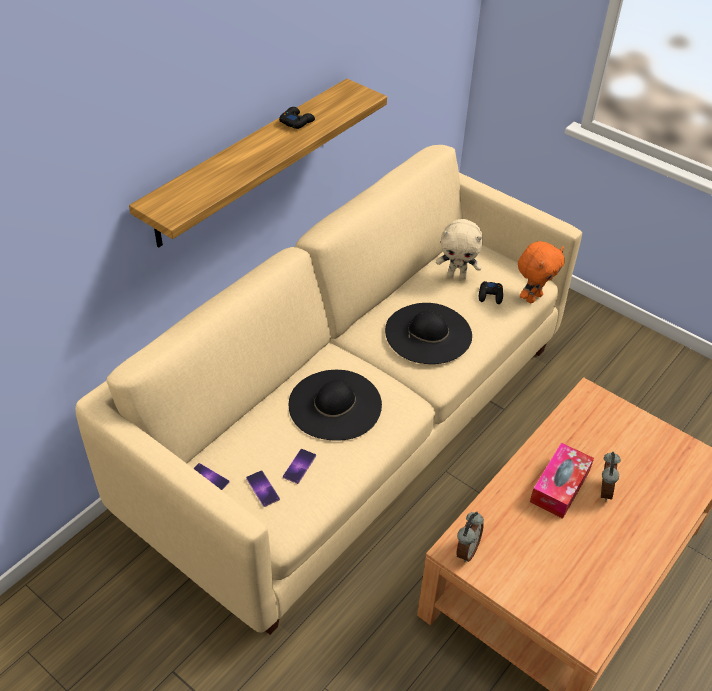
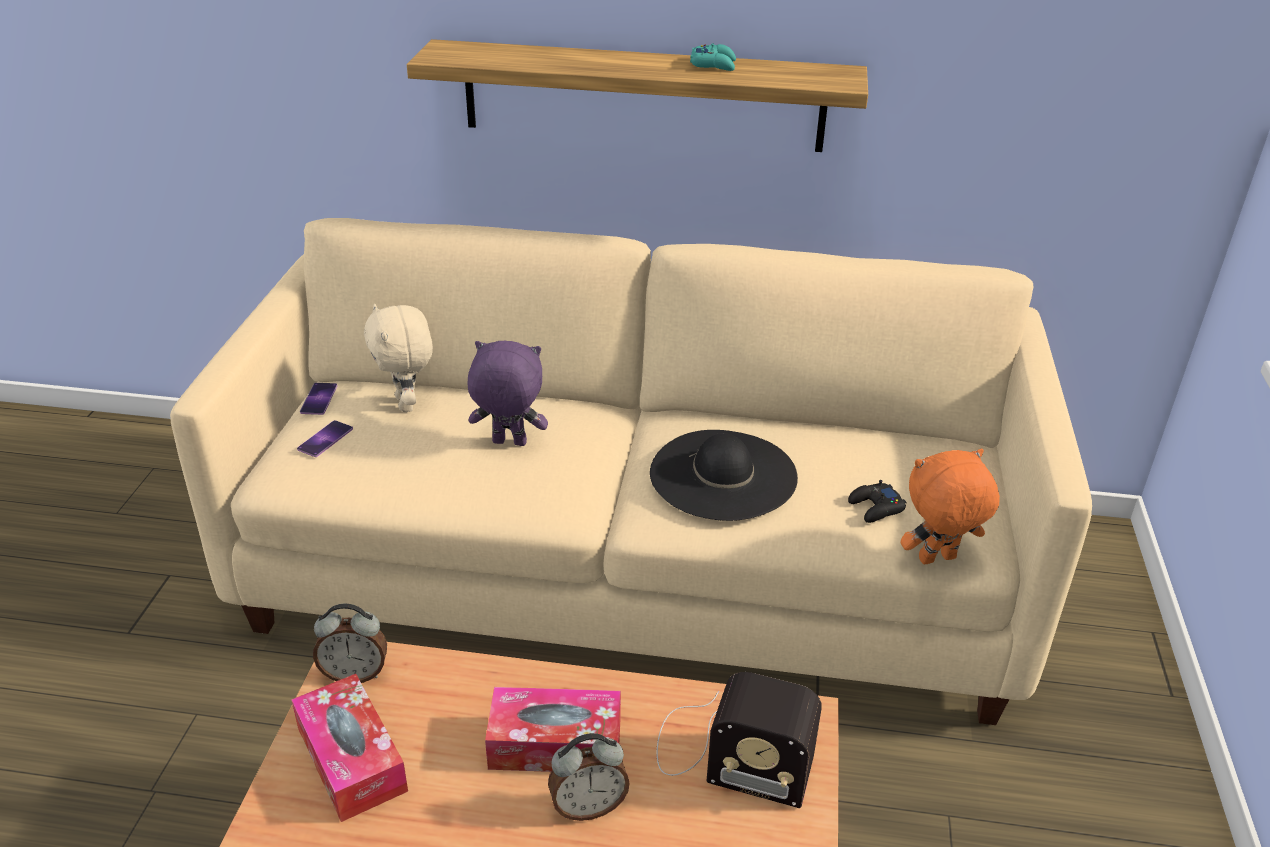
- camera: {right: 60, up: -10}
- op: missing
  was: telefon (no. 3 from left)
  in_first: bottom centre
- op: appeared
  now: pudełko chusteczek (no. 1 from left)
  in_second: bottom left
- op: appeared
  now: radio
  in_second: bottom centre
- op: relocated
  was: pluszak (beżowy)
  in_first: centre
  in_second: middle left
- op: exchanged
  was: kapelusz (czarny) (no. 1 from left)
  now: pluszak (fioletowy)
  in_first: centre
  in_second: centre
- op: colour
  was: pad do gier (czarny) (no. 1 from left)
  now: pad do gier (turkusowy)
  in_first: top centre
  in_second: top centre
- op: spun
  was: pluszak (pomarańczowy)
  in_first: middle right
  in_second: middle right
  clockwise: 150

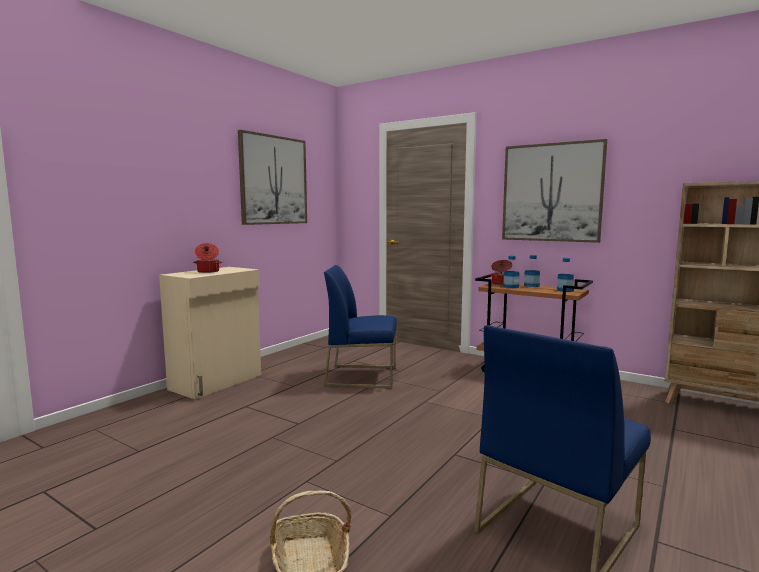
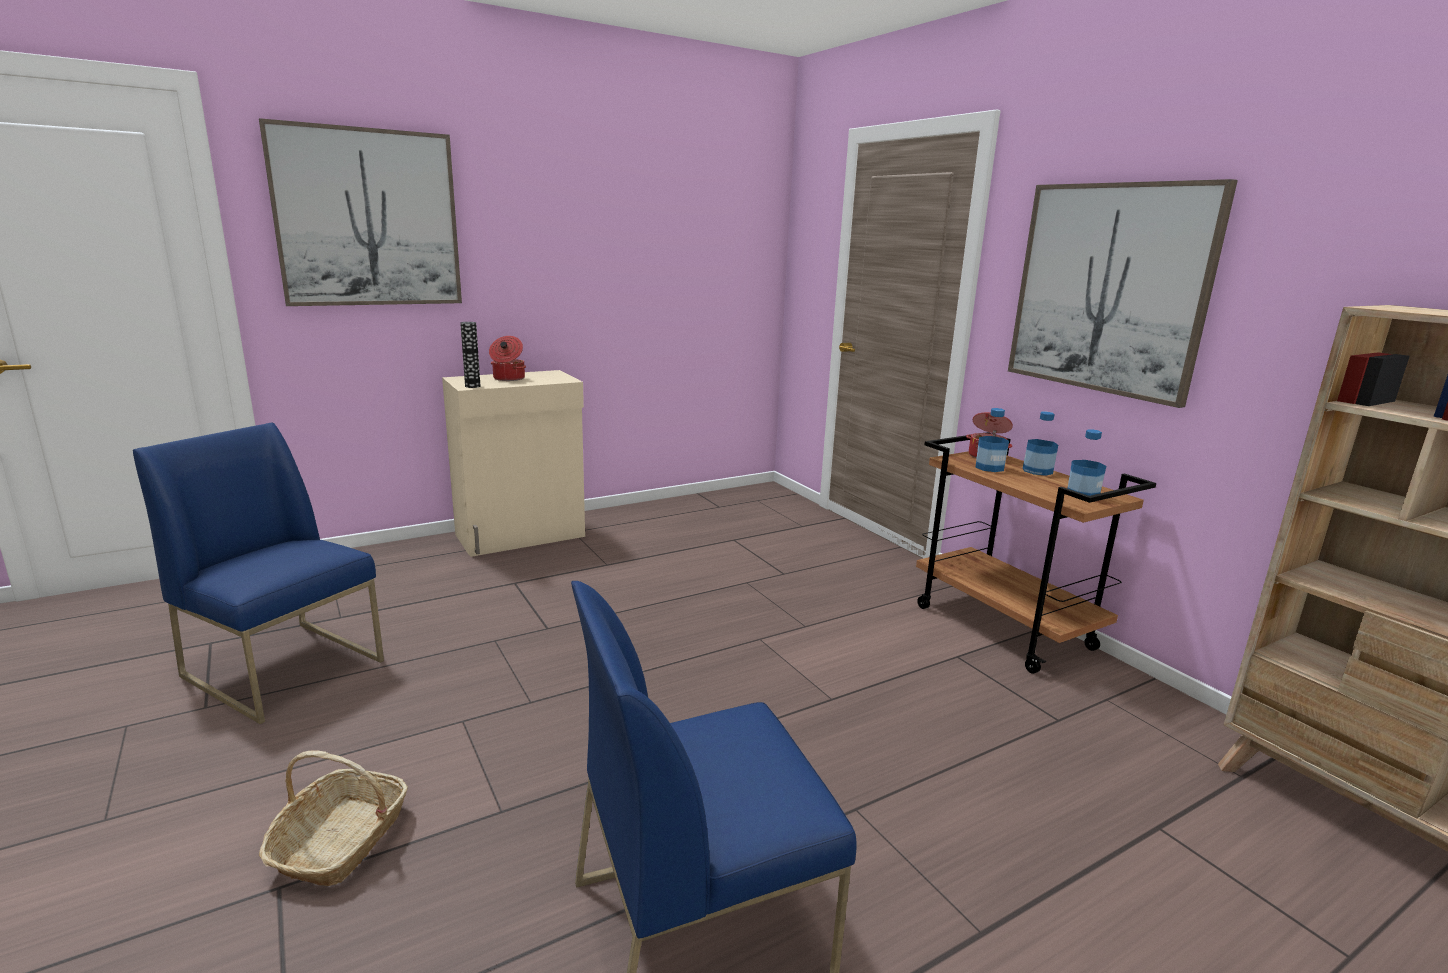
- camera: {right: 25, up: 10}
- op: appeared
  now: wazon
  in_second: middle left
- op: relocated
  was: obraz (no. 1 from left)
  in_first: top centre
  in_second: top left
- op: relocated
  was: krzesło (niebieski) (no. 1 from left)
  in_first: centre
  in_second: middle left

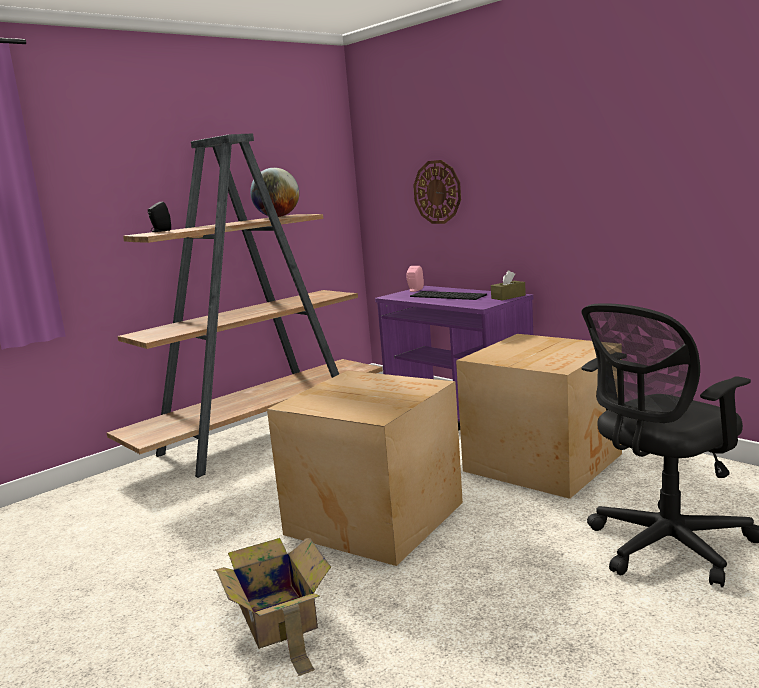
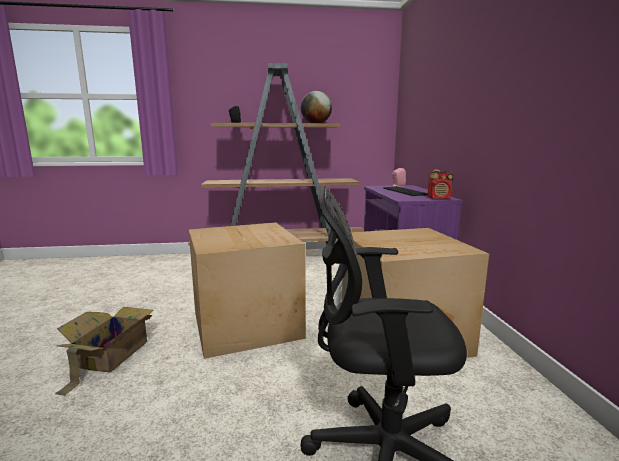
- camera: {right: 35, up: 0}
- op: missing
  was: zegar ścienny
  in_first: top centre
- op: exchanged
  was: pudełko chusteczek (brązowy)
  now: radio
  in_first: middle right
  in_second: middle right

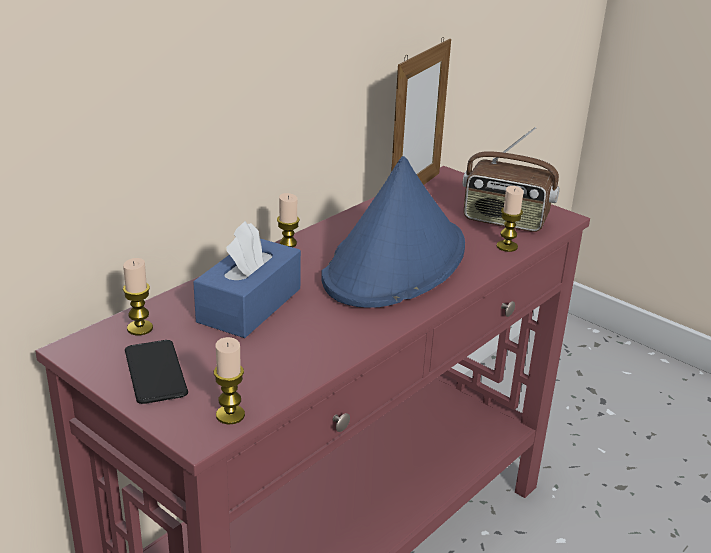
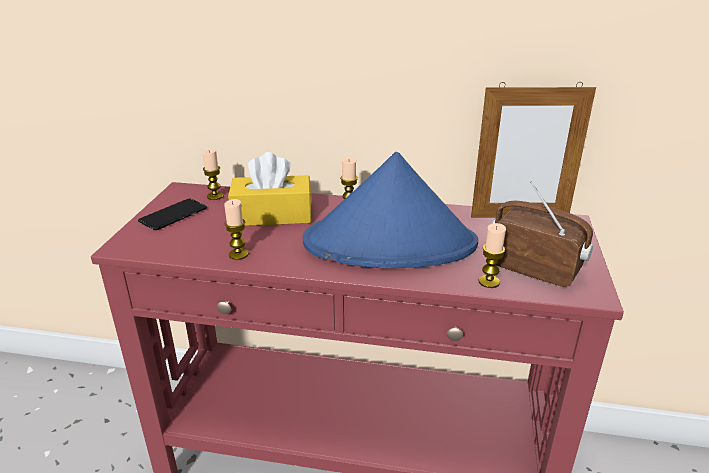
- camera: {right: 60, up: 0}
- op: relocated
  was: świeca (no. 2 from left)
  in_first: bottom left
  in_second: middle left
- op: colour
  was: pudełko chusteczek (niebieski)
  now: pudełko chusteczek (żółty)
  in_first: centre
  in_second: centre
- op: spun
  was: radio
  in_first: top right
  in_second: middle right
  clockwise: 135

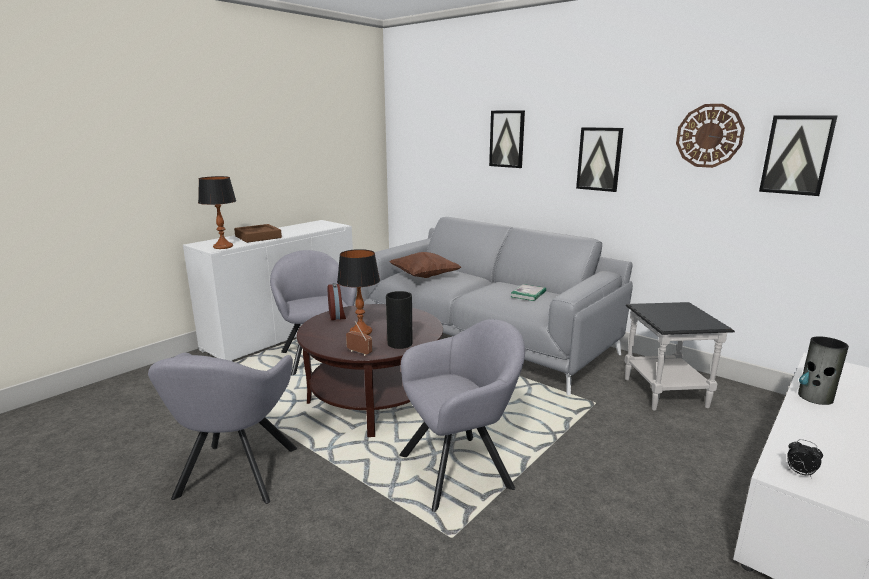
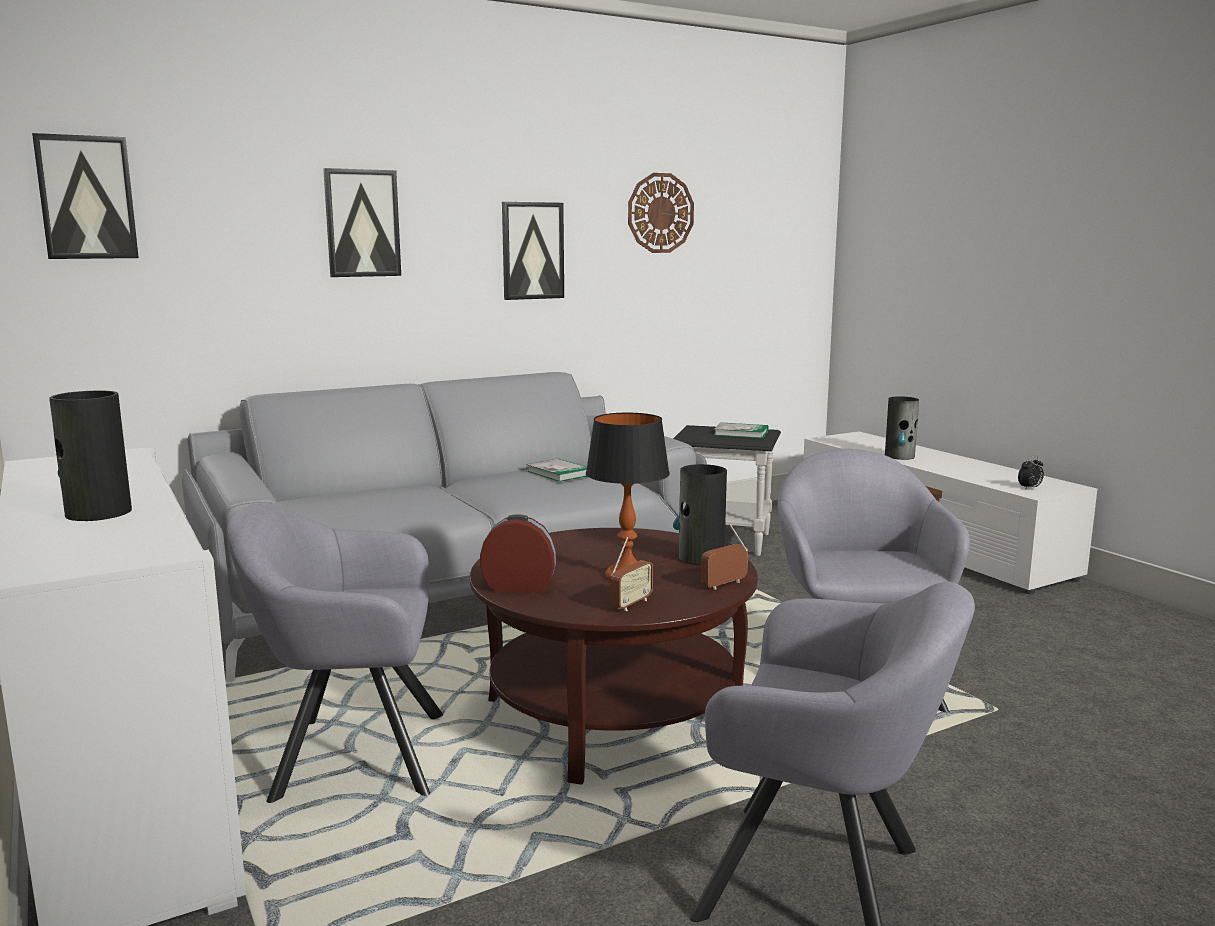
- camera: {right: -70, up: -5}
- op: missing
  was: lampa stołowa (no. 1 from left)
  in_first: middle left
- op: missing
  was: poduszka (brązowy)
  in_first: centre
- op: appeared
  now: radio (no. 1 from left)
  in_second: centre
- op: appeared
  now: książka (no. 2 from left)
  in_second: centre
- op: relocated
  was: obraz (no. 3 from left in the first image)
  now: obraz (no. 1 from left)
  in_first: top right
  in_second: top left
- op: exchanged
  was: taca (brązowy)
  now: wazon (no. 1 from left)
  in_first: middle left
  in_second: middle left

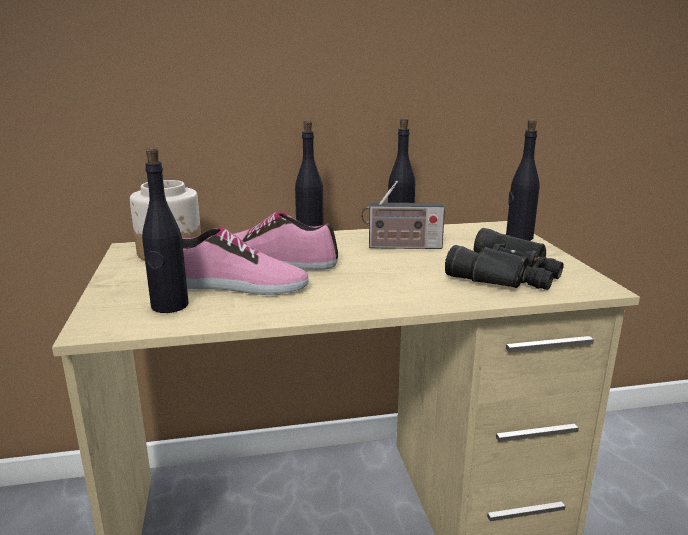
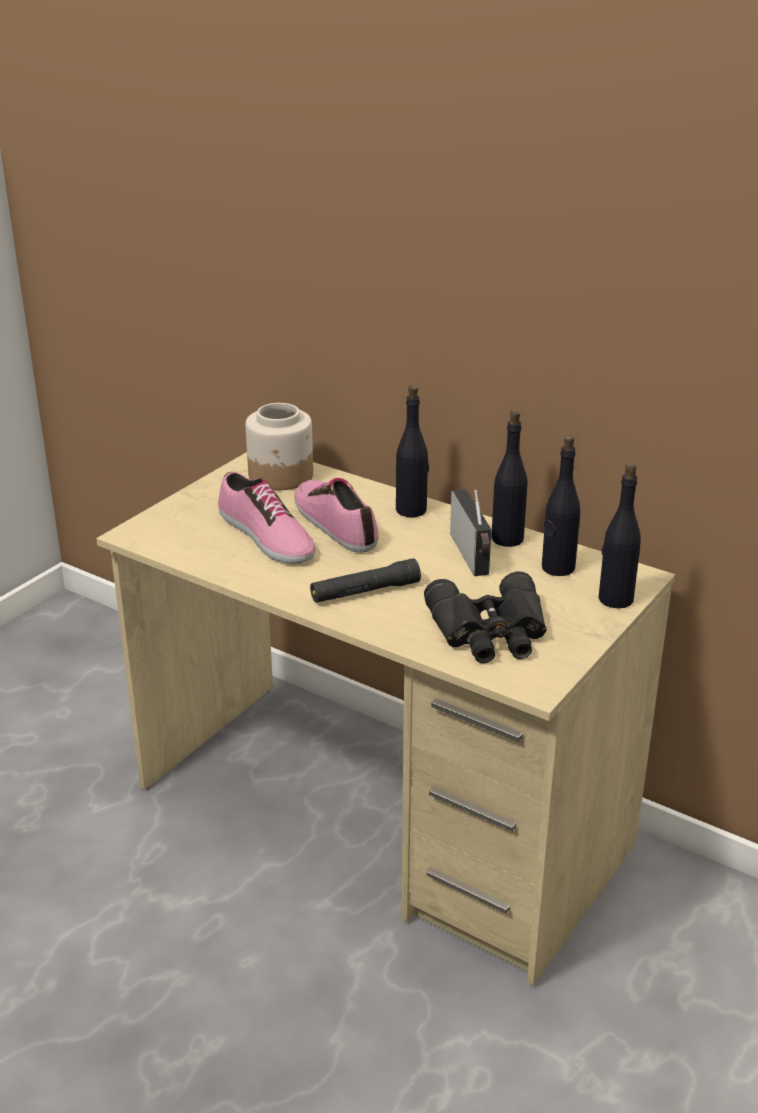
- camera: {right: 45, up: 10}
- op: appeared
  now: latarka (czarny)
  in_second: centre
- op: relocated
  was: butelka (czarny) (no. 1 from left in the first image)
  now: butelka (czarny) (no. 3 from left)
  in_first: middle left
  in_second: middle right
- op: spun
  was: radio
  in_first: centre
  in_second: centre
  clockwise: -150

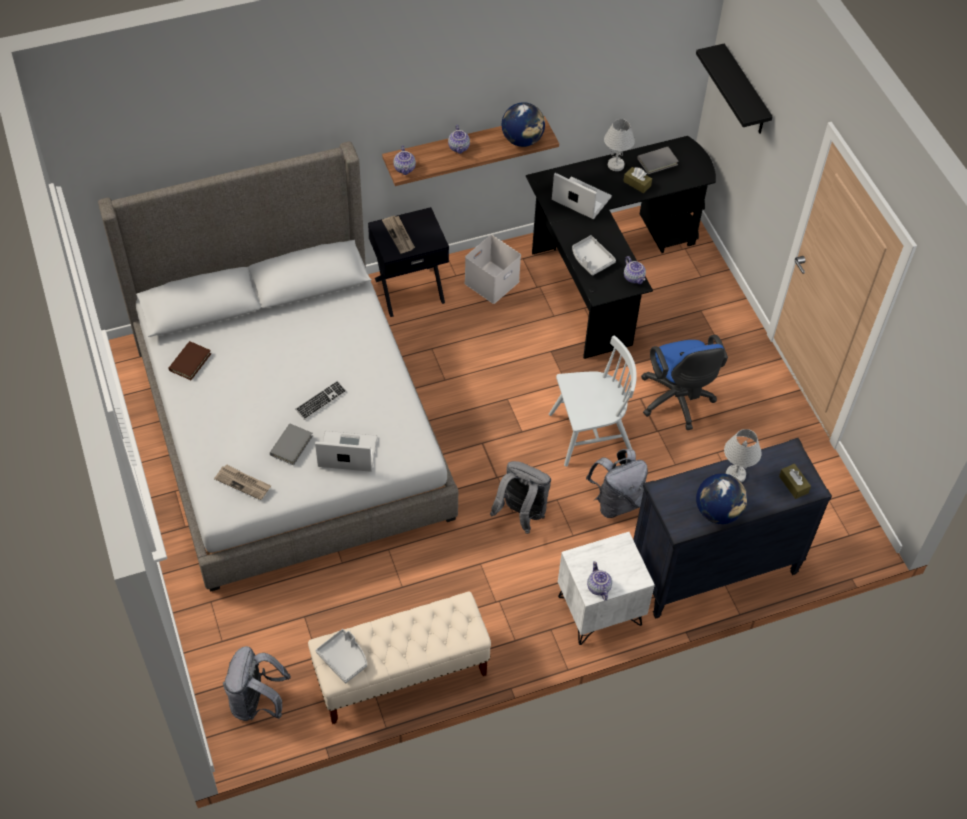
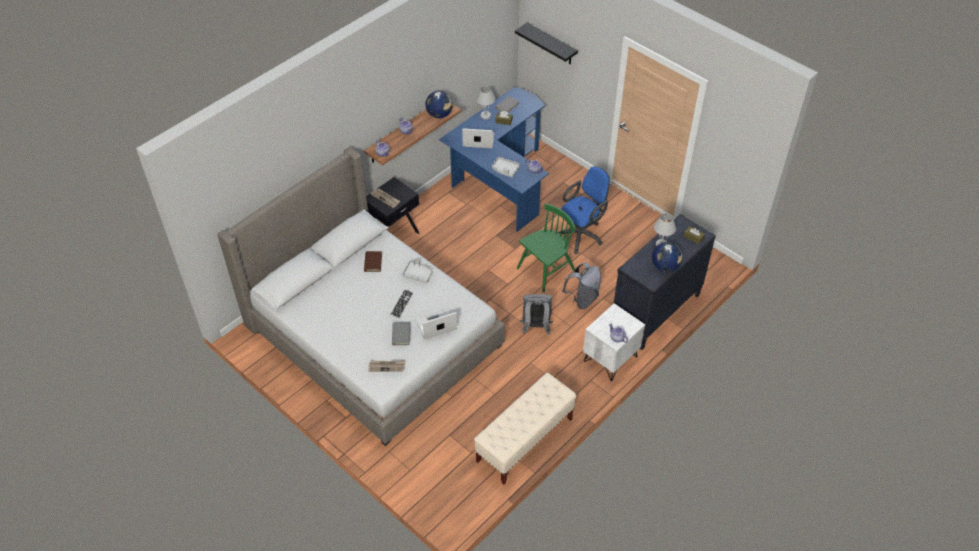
- camera: {right: -25, up: -5}
- op: missing
  was: plecak (szary) (no. 1 from left)
  in_first: bottom left
- op: missing
  was: pojemnik do przechowywania (biały)
  in_first: top centre
- op: relocated
  was: książka (brązowy)
  in_first: middle left
  in_second: centre
- op: relocated
  was: taca (szary) (no. 1 from left)
  in_first: bottom centre
  in_second: centre
- op: colour
  was: biurko (czarny)
  now: biurko (niebieski)
  in_first: top centre
  in_second: top centre
- op: colour
  was: krzesło (biały)
  now: krzesło (zielony)
  in_first: centre
  in_second: centre
- op: spun
  was: krzesło biurowe (niebieski)
  in_first: middle right
  in_second: centre
  clockwise: -90

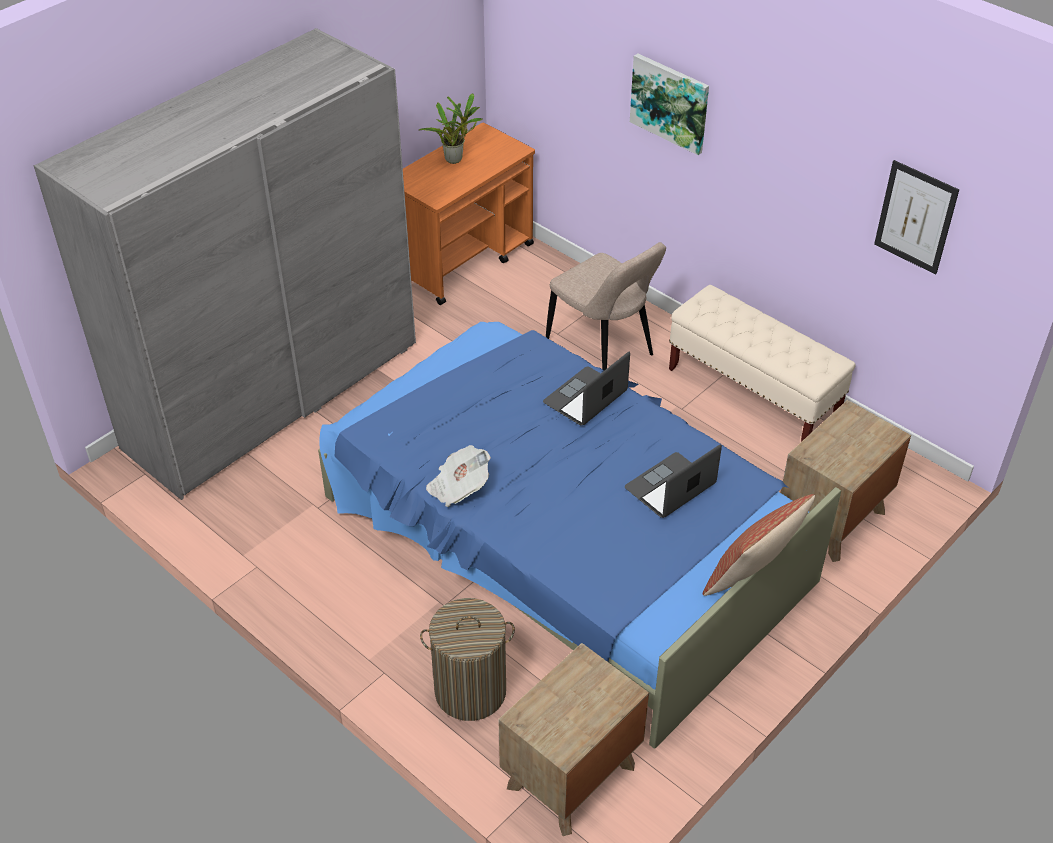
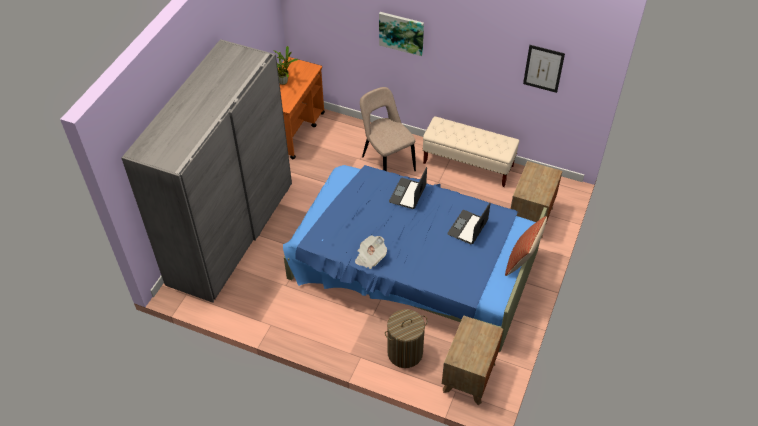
- camera: {right: -20, up: 5}
- op: spun
  was: krzesło (beżowy)
  in_first: centre
  in_second: top centre
  clockwise: -150

